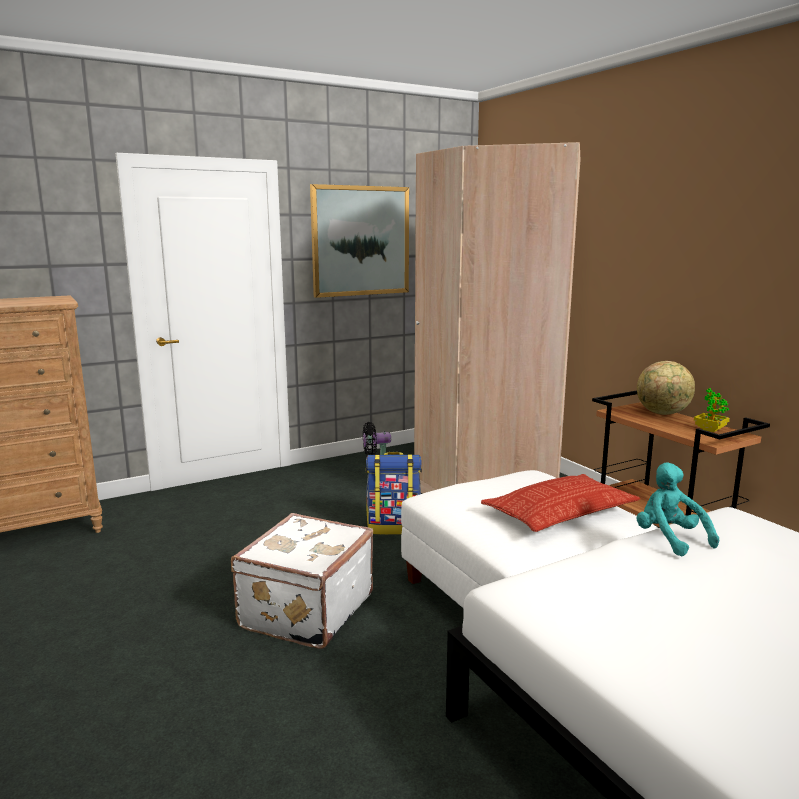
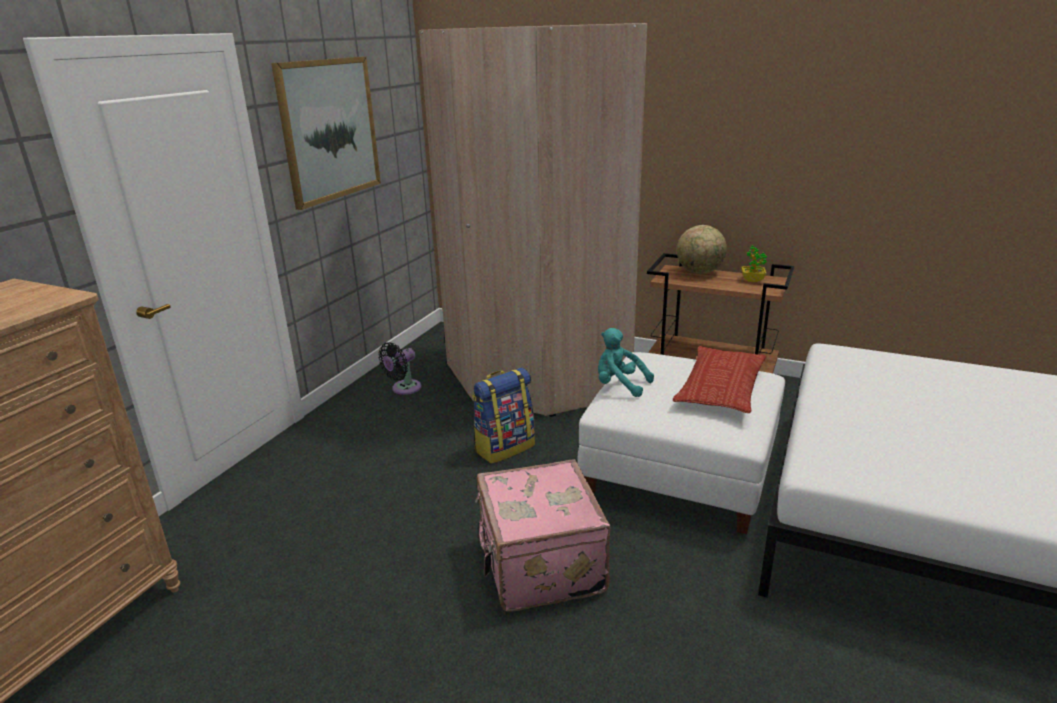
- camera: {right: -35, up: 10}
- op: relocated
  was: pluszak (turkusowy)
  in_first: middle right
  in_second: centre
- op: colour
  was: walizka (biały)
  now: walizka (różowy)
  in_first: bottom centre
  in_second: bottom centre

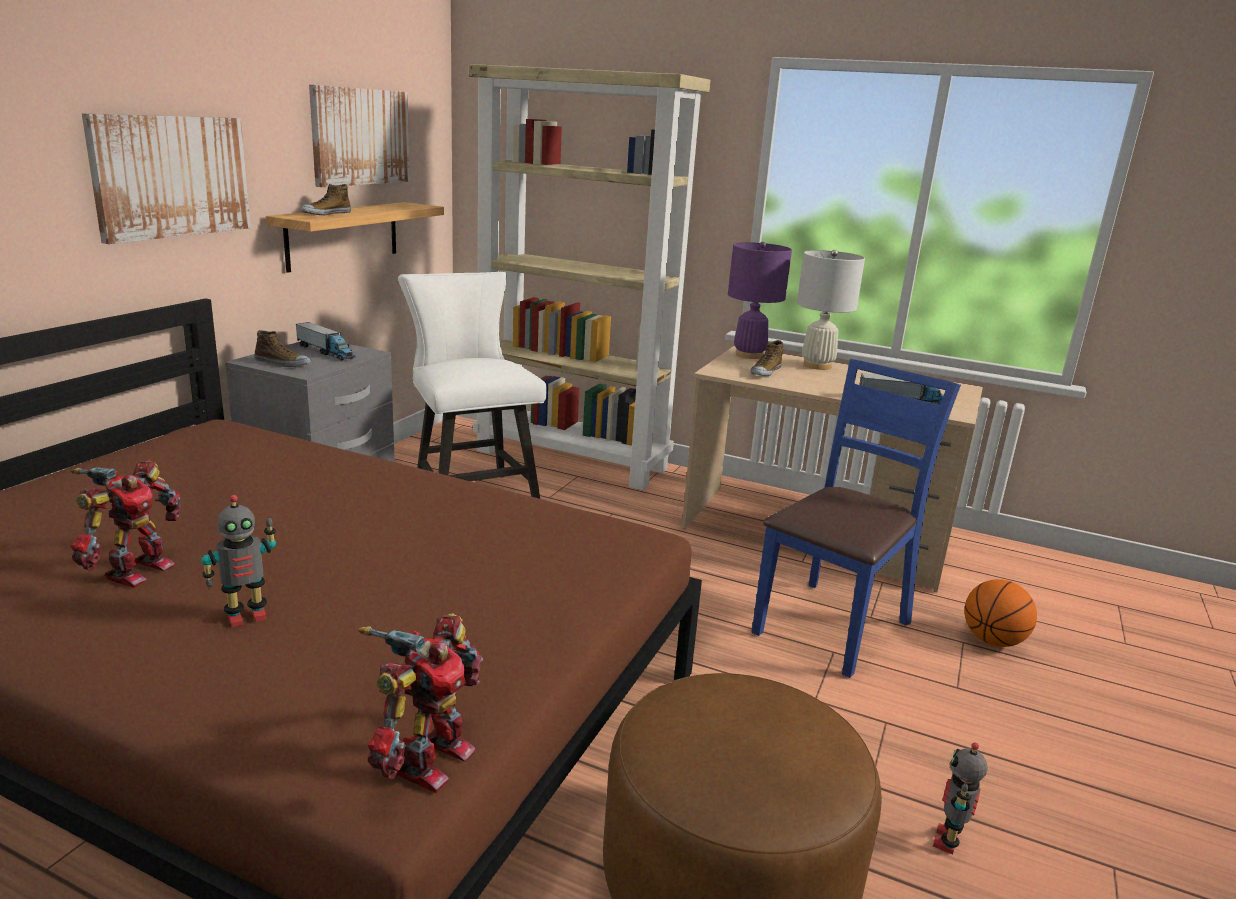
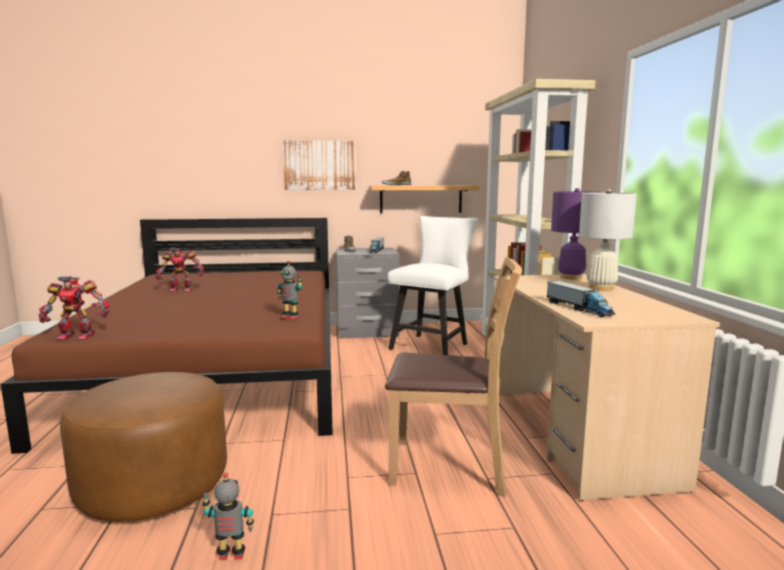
- camera: {right: 60, up: -10}
- op: missing
  was: obraz (no. 2 from left)
  in_first: top left
- op: missing
  was: but (no. 3 from left)
  in_first: centre
- op: missing
  was: piłka do koszykówki
  in_first: bottom right
- op: relocated
  was: robot zabawkowy (no. 2 from left in the first image)
  now: robot zabawkowy (no. 4 from left)
  in_first: middle left
  in_second: centre
- op: colour
  was: krzesło (niebieski)
  now: krzesło (brązowy)
  in_first: middle right
  in_second: centre

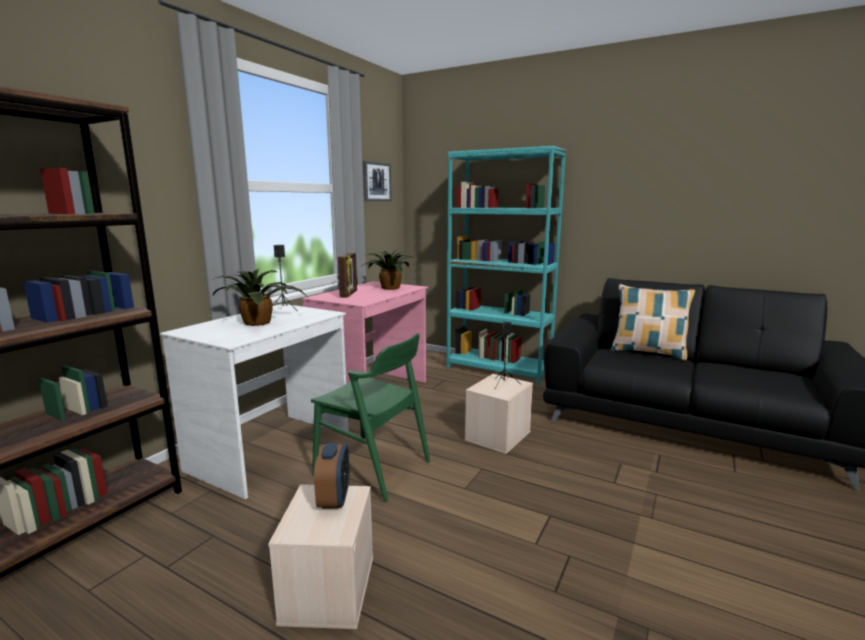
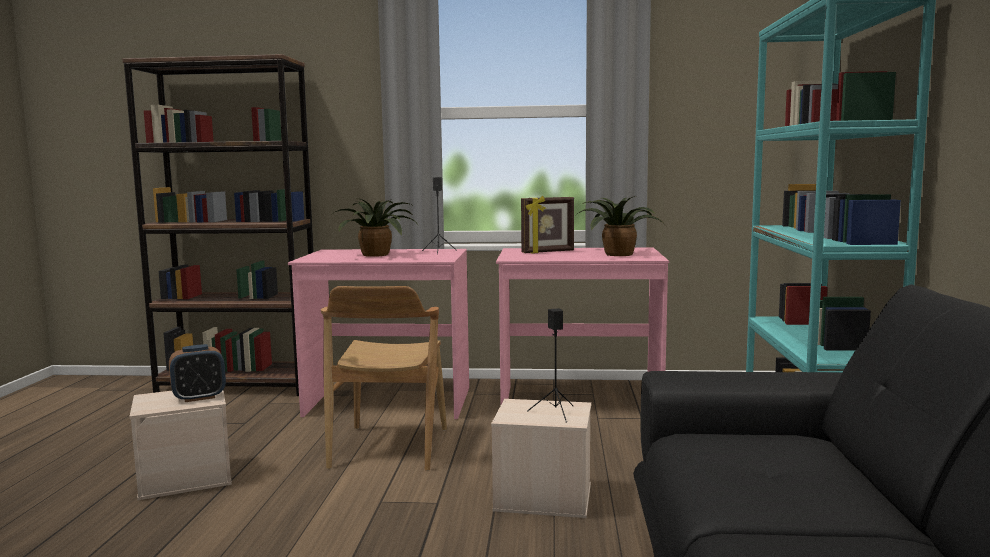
- camera: {right: 65, up: -5}
- op: missing
  was: obraz
  in_first: top centre
- op: missing
  was: poduszka
  in_first: middle right
- op: colour
  was: biurko (biały)
  now: biurko (różowy) (no. 1 from left)
  in_first: middle left
  in_second: centre
- op: colour
  was: krzesło (zielony)
  now: krzesło (brązowy)
  in_first: centre
  in_second: bottom centre

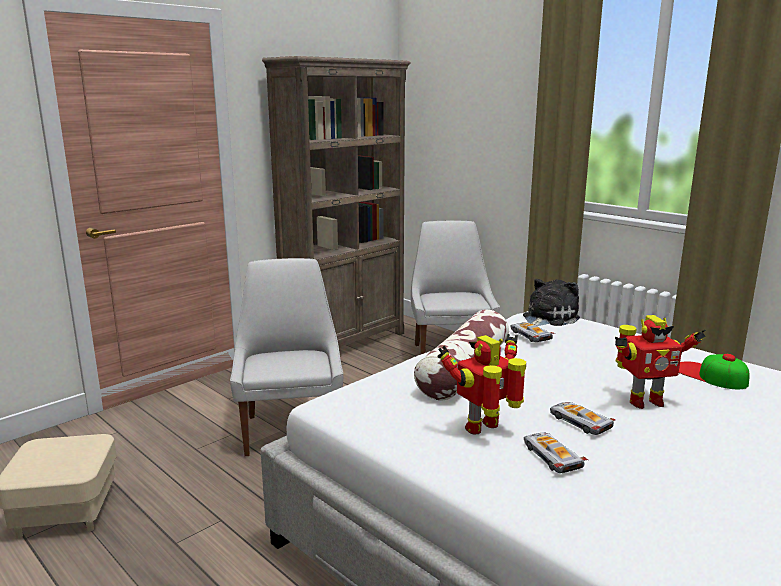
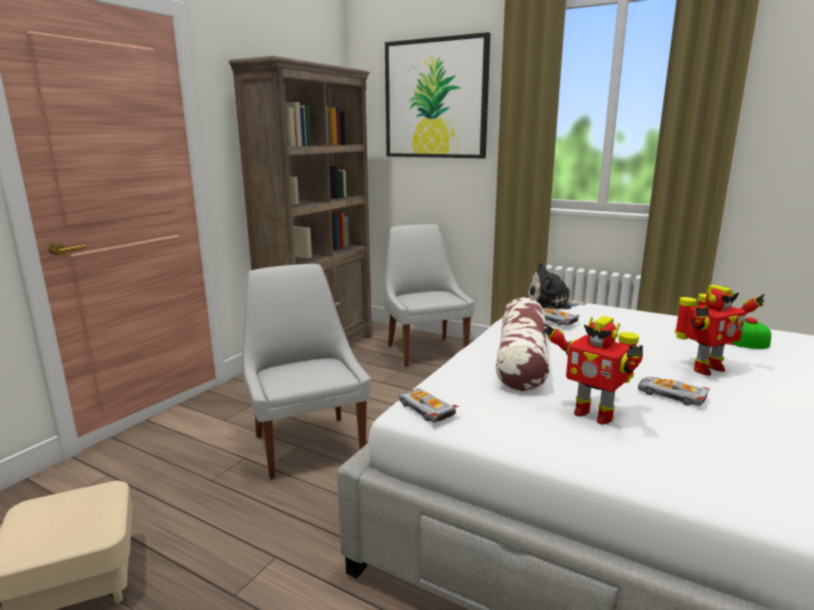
- camera: {right: -15, up: 0}
- op: appeared
  now: obraz
  in_second: top centre
- op: relocated
  was: samochodzik (no. 2 from left in the first image)
  now: samochodzik (no. 1 from left)
  in_first: bottom right
  in_second: centre
- op: spun
  was: robot zabawkowy (no. 1 from left)
  in_first: centre
  in_second: middle right
  clockwise: -90
- op: spun
  was: pluszak
  in_first: middle right
  in_second: middle right
  clockwise: -120

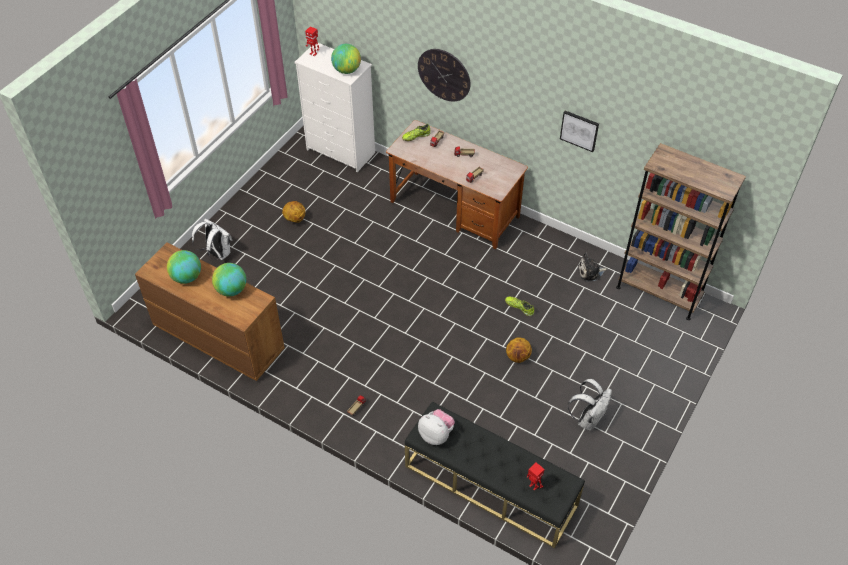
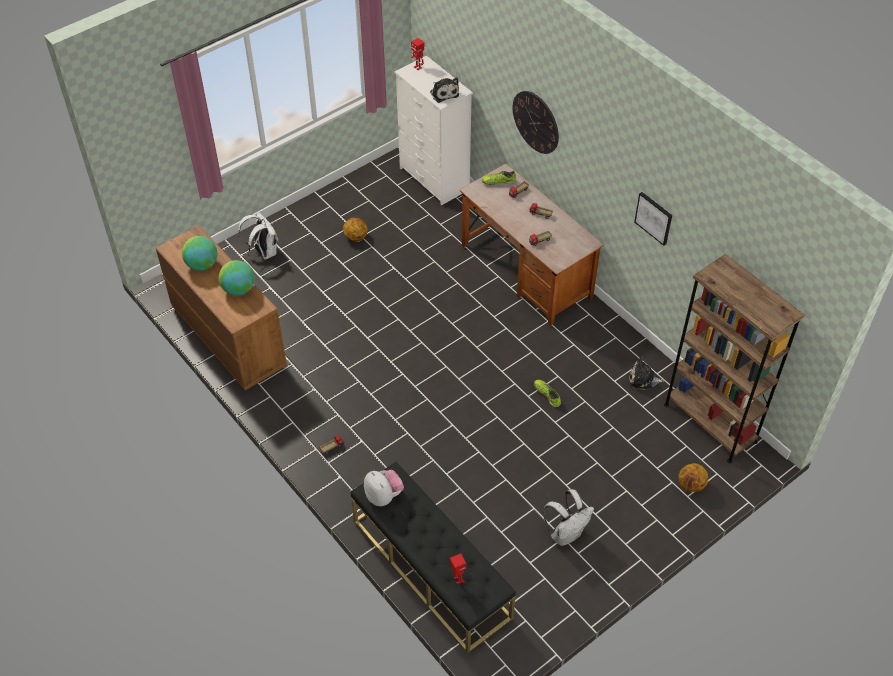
- camera: {right: 20, up: 0}
- op: relocated
  was: piłka do koszykówki (no. 2 from left)
  in_first: centre
  in_second: bottom right
- op: exchanged
  was: globus (no. 3 from left)
  now: pluszak (no. 2 from left)
  in_first: top centre
  in_second: top centre

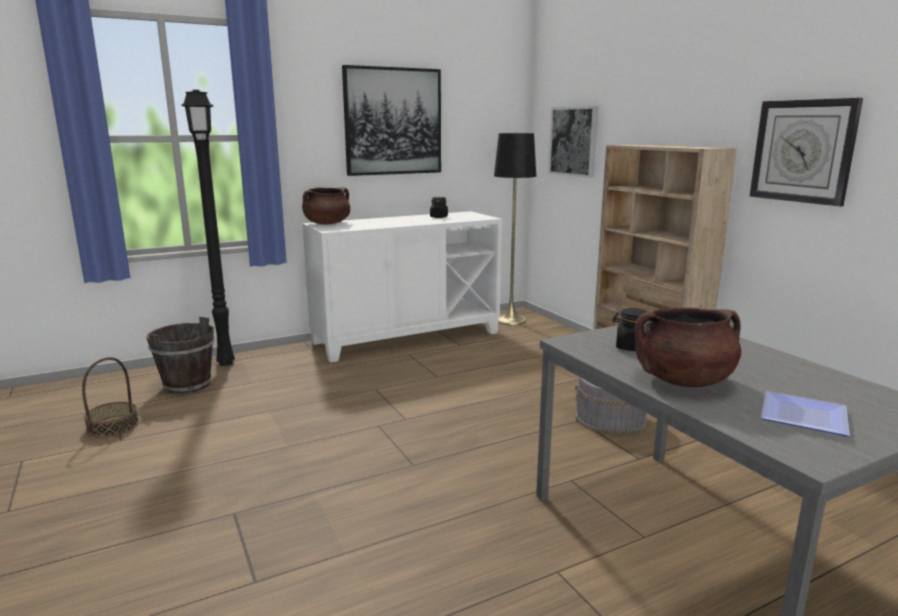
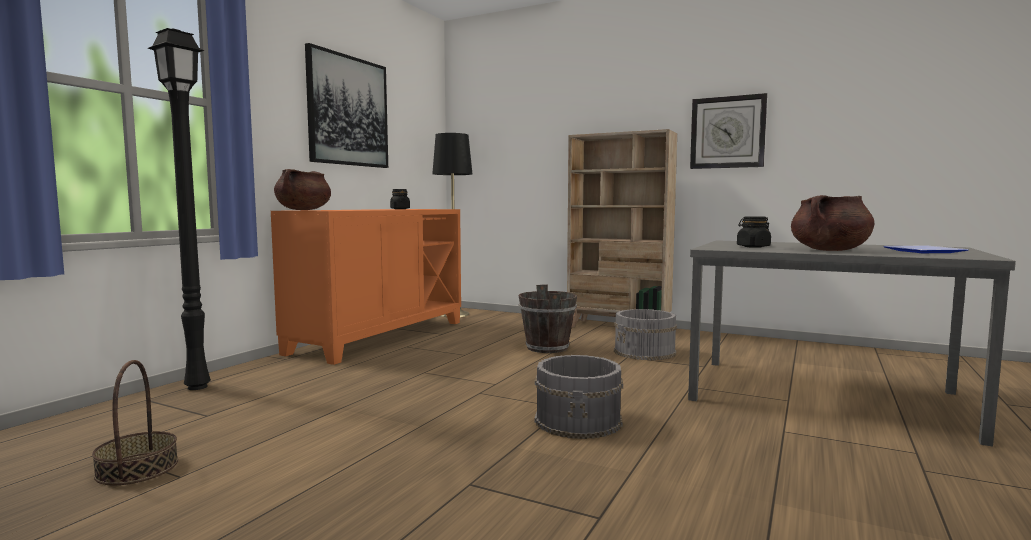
- camera: {right: -35, up: -10}
- op: missing
  was: obraz (no. 2 from left)
  in_first: top centre
- op: appeared
  now: wiadro (szary) (no. 1 from left)
  in_second: bottom centre
- op: relocated
  was: wiadro (brązowy)
  in_first: middle left
  in_second: centre
- op: colour
  was: szafka (biały)
  now: szafka (pomarańczowy)
  in_first: centre
  in_second: centre

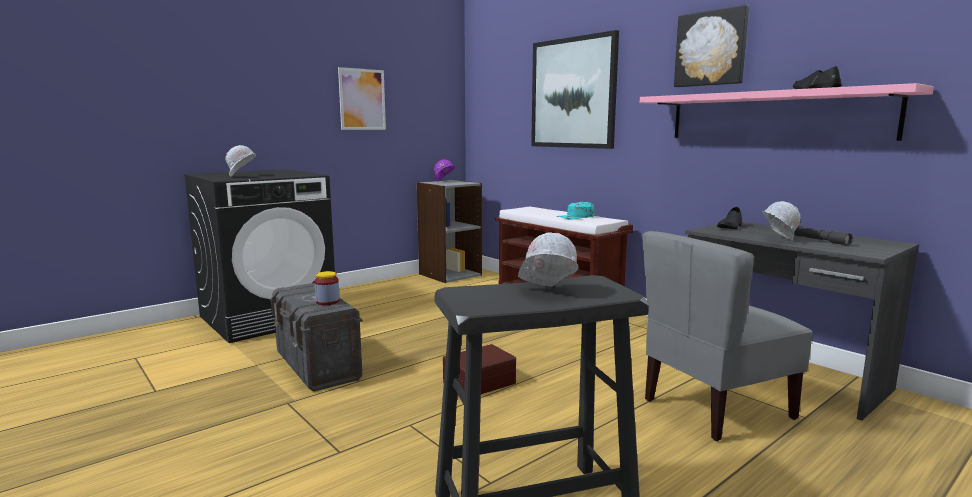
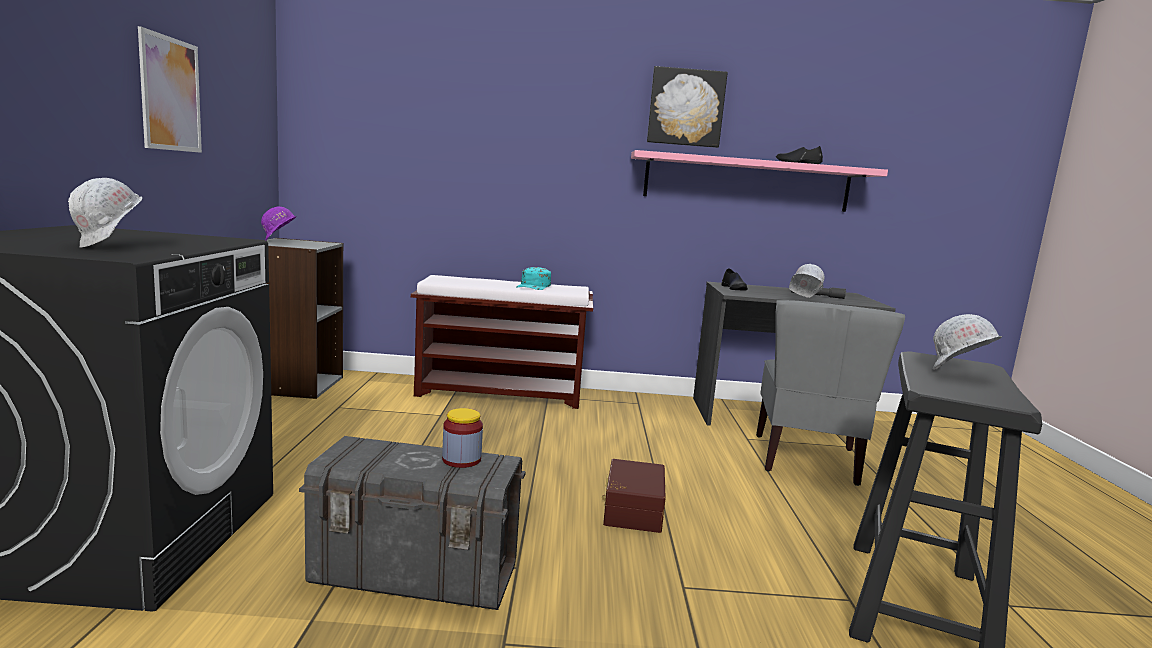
- camera: {right: -50, up: 0}
- op: missing
  was: obraz (no. 2 from left)
  in_first: top centre

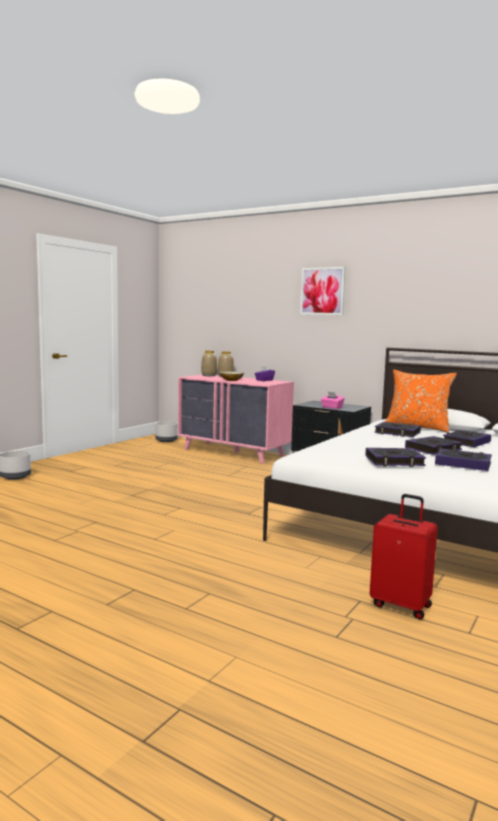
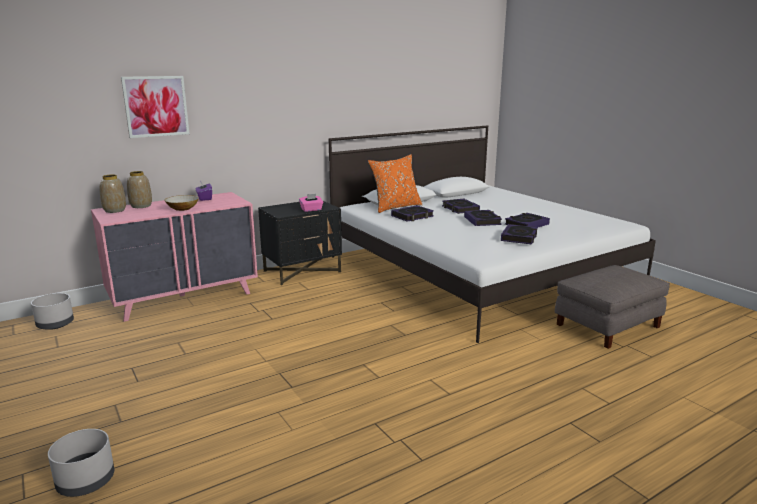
- camera: {right: -65, up: 10}
- op: relocated
  was: obraz
  in_first: centre
  in_second: top left
- op: exchanged
  was: walizka (czerwony)
  now: pufa (szary)
  in_first: bottom right
  in_second: middle right

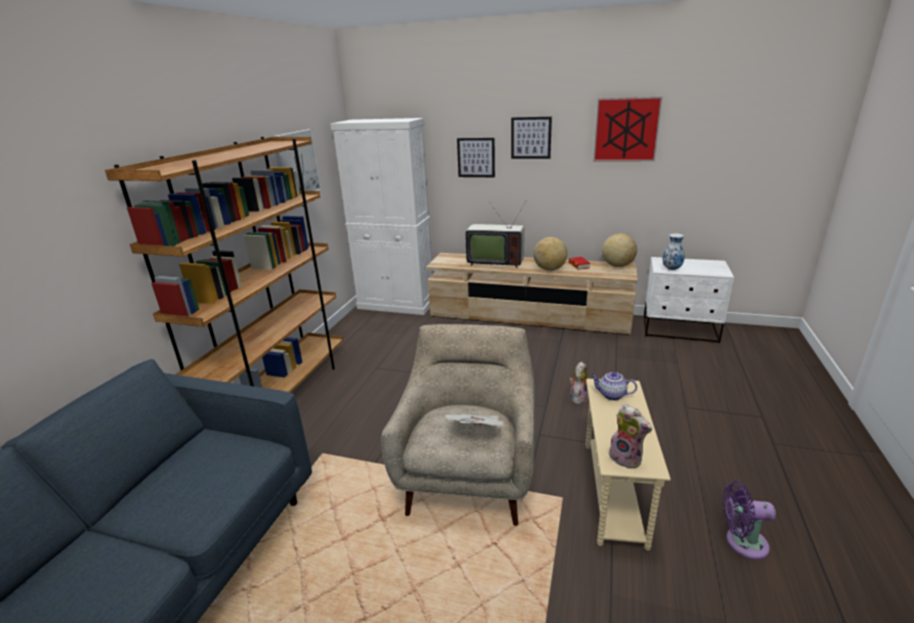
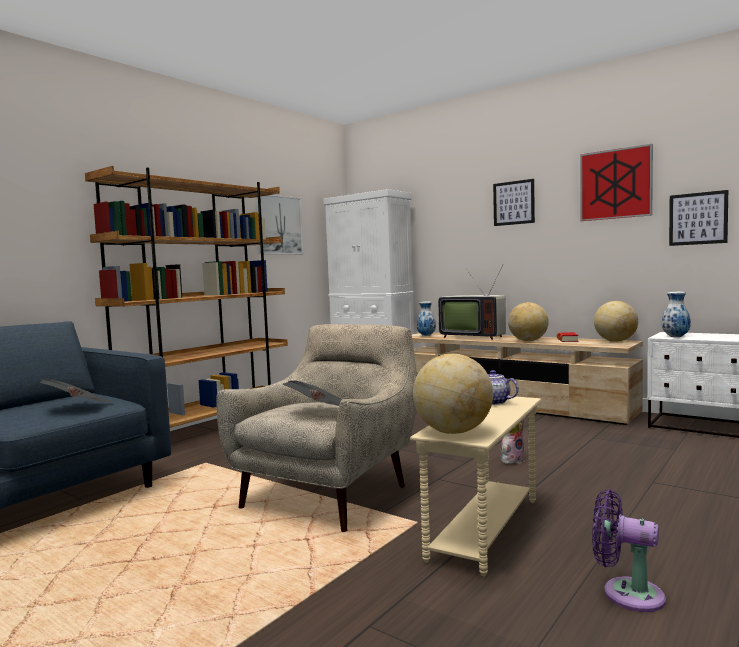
- camera: {right: 20, up: -20}
- op: appeared
  now: gazeta (no. 1 from left)
  in_second: middle left
- op: appeared
  now: wazon (no. 1 from left)
  in_second: centre
- op: relocated
  was: obraz (no. 2 from left in the first image)
  now: obraz (no. 4 from left)
  in_first: top centre
  in_second: middle right
- op: exchanged
  was: pluszak (no. 2 from left)
  now: globus (no. 1 from left)
  in_first: bottom right
  in_second: centre

